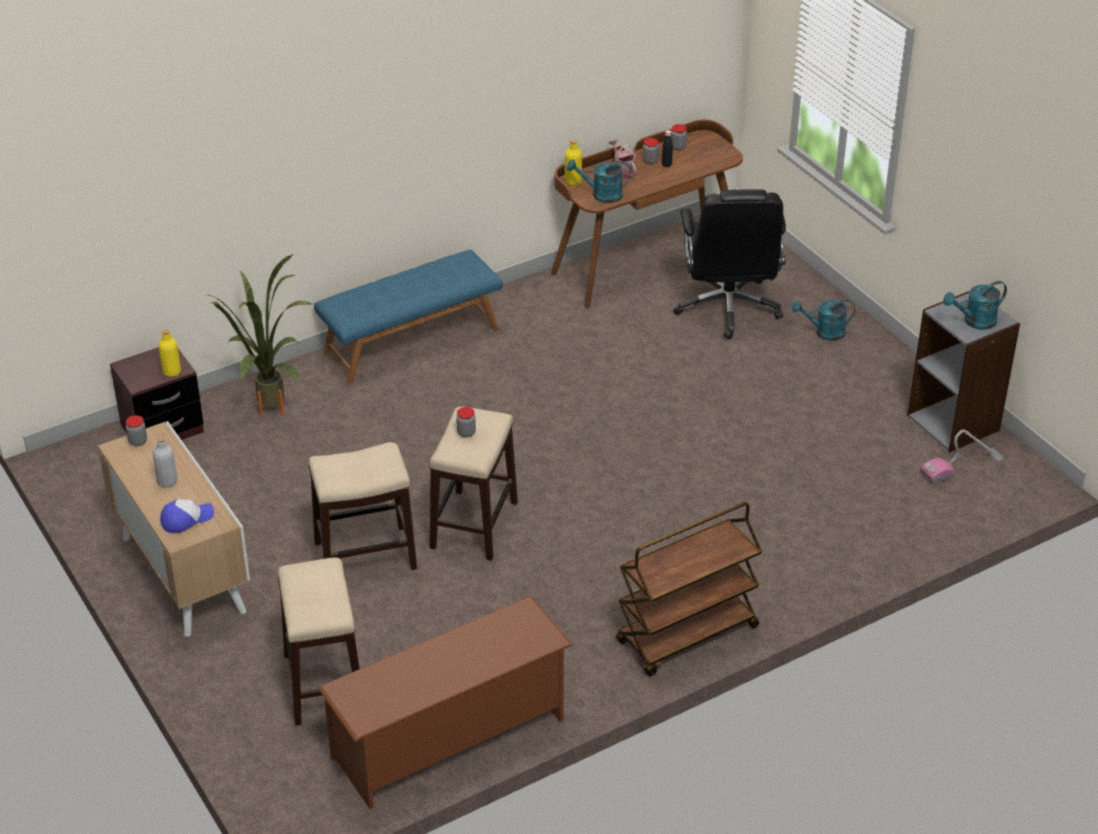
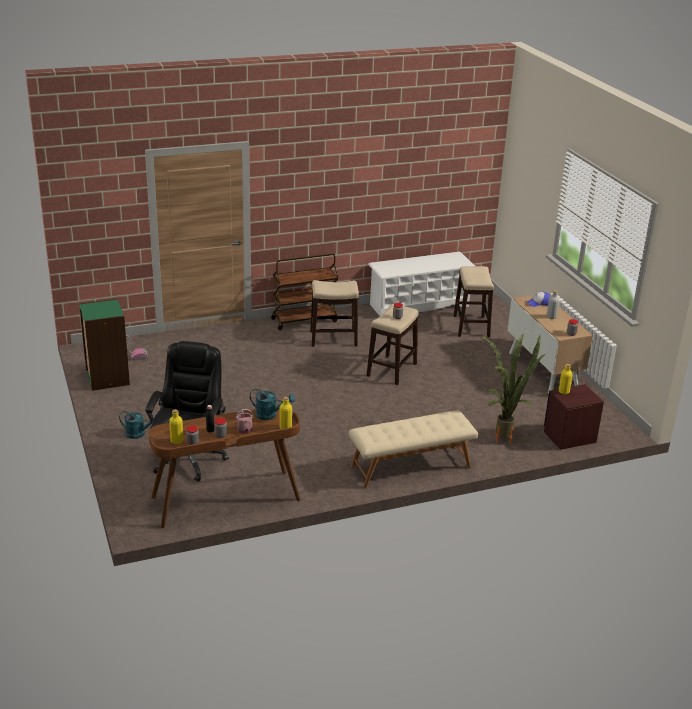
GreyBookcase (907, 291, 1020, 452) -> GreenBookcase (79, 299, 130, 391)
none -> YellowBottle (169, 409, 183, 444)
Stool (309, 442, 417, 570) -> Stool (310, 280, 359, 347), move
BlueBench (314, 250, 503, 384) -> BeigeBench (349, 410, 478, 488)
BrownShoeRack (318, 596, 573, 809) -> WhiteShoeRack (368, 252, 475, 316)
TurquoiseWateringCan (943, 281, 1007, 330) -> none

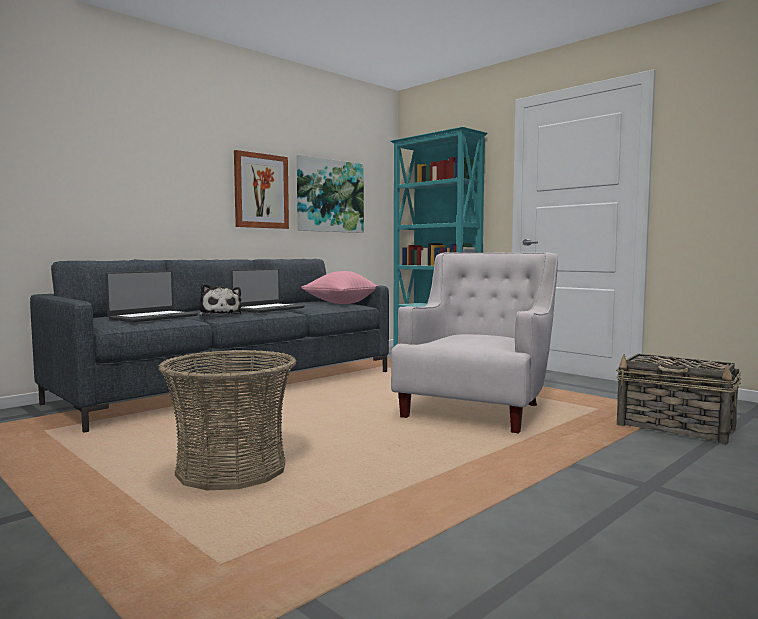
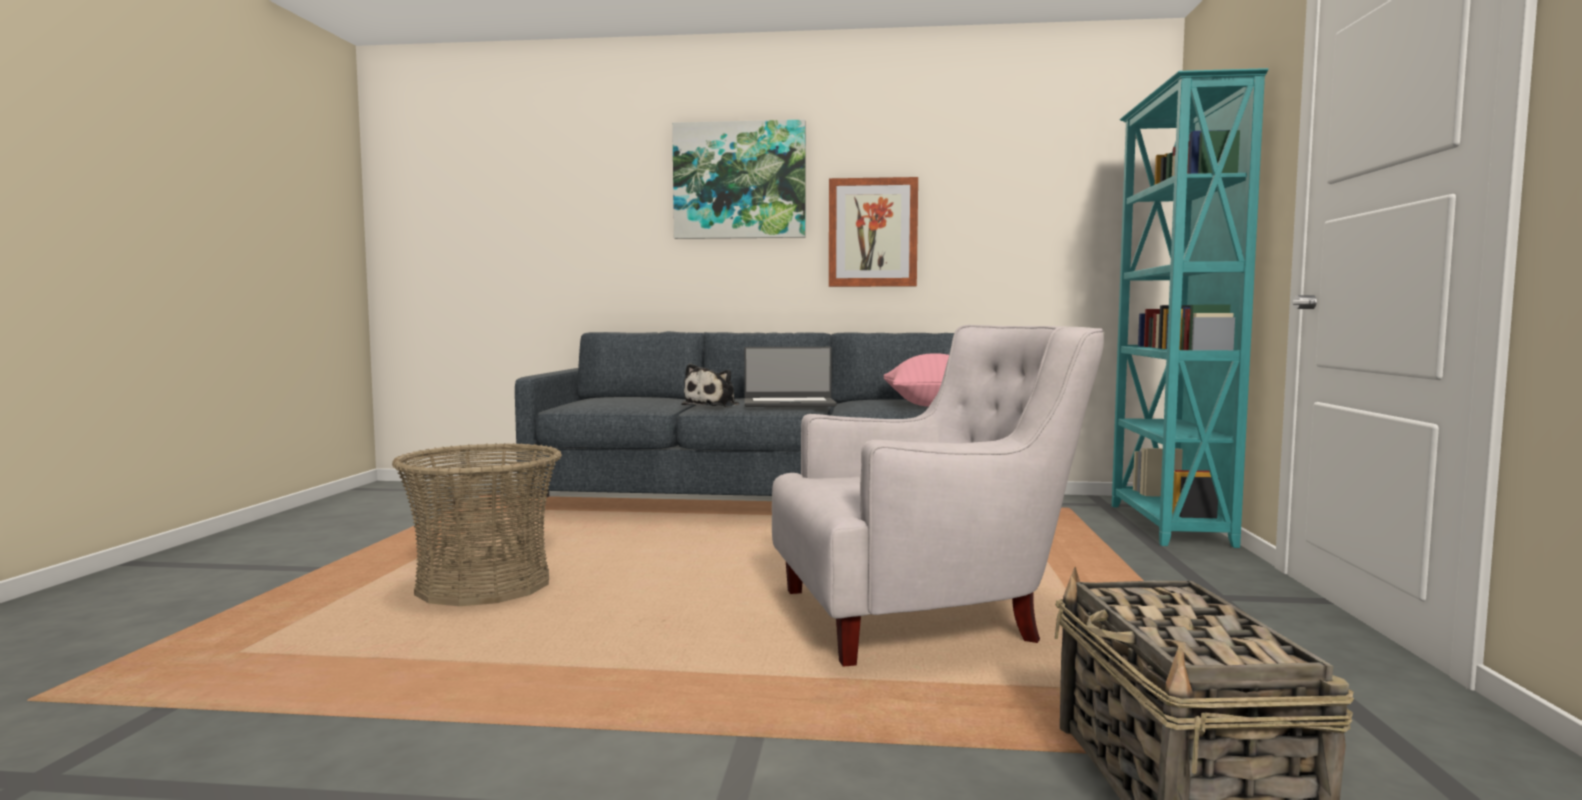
Picture (297, 155, 364, 233) -> Picture (672, 119, 806, 239), move
Laptop (105, 271, 198, 322) -> none

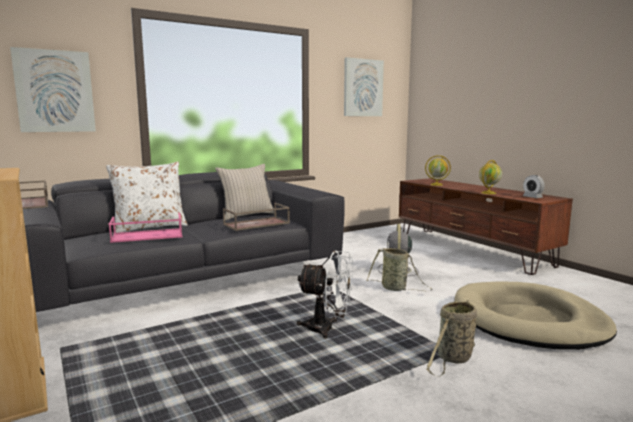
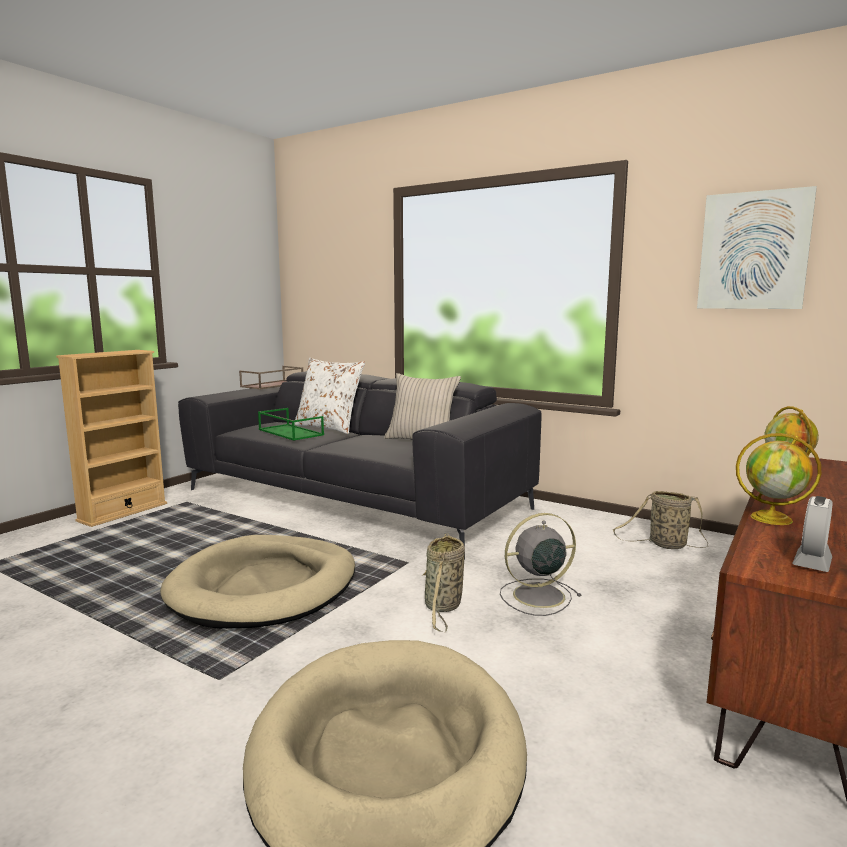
WhiteFan (297, 251, 354, 338) -> BeigeDogBed (160, 535, 355, 629)
PinkTray (108, 213, 182, 243) -> GreenTray (258, 408, 324, 440)
Basket (427, 300, 477, 377) -> Basket (613, 491, 708, 549), move
Picture (10, 47, 96, 132) -> none
BrownTray (223, 203, 290, 231) -> none

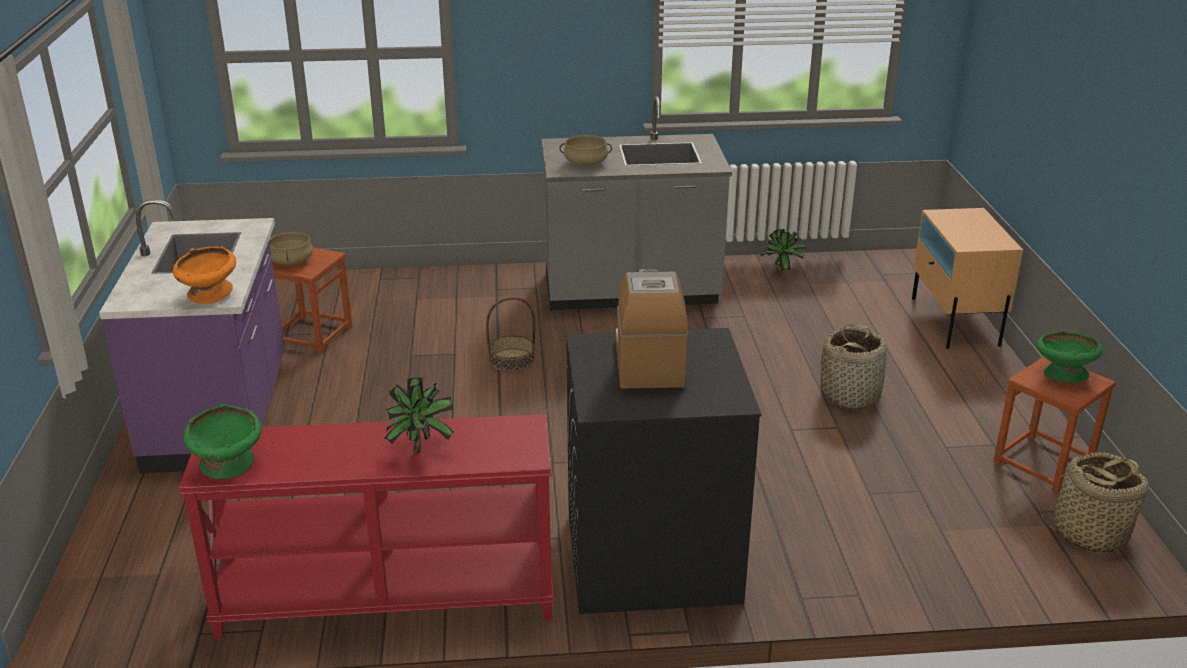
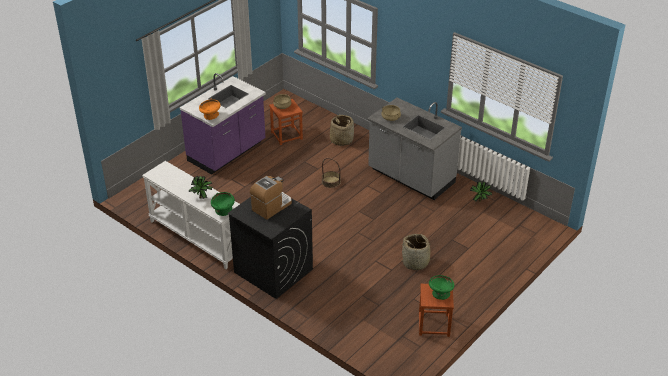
RedConsoleTable (179, 414, 554, 640) -> WhiteConsoleTable (142, 161, 240, 269)
GreenBowl (184, 404, 262, 479) -> GreenBowl (211, 192, 235, 216), move
Basket (1039, 452, 1149, 553) -> Basket (330, 115, 354, 146), move
BeigeNightstand (912, 208, 1023, 349) -> none

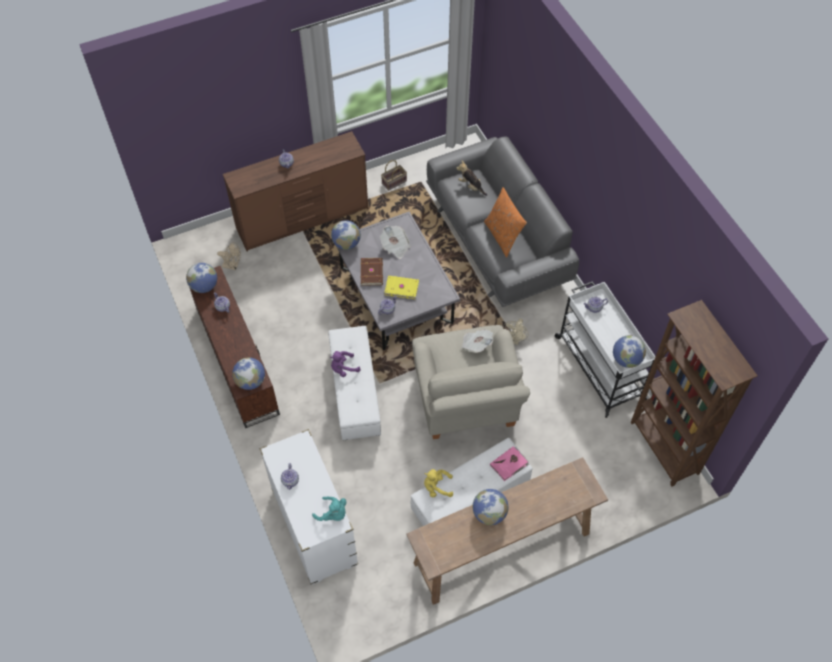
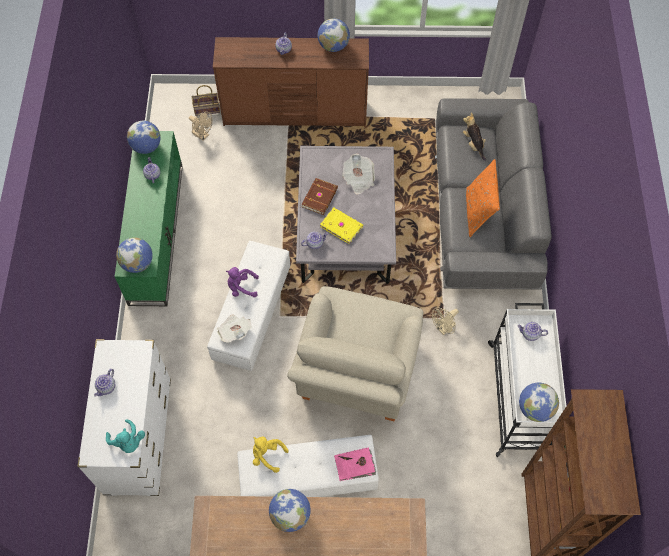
BrownTvStand (189, 266, 280, 428) -> GreenTvStand (115, 131, 183, 306)
Basket (381, 160, 407, 191) -> Basket (192, 85, 220, 116), move
Newspaper (461, 329, 493, 353) -> Newspaper (217, 314, 252, 343), move
Globe (331, 220, 361, 250) -> Globe (318, 18, 350, 52), move

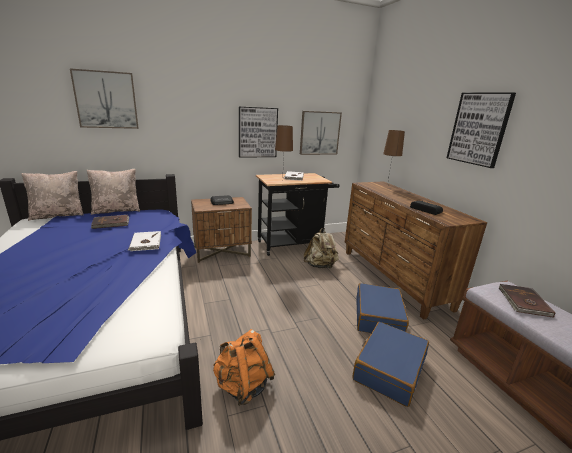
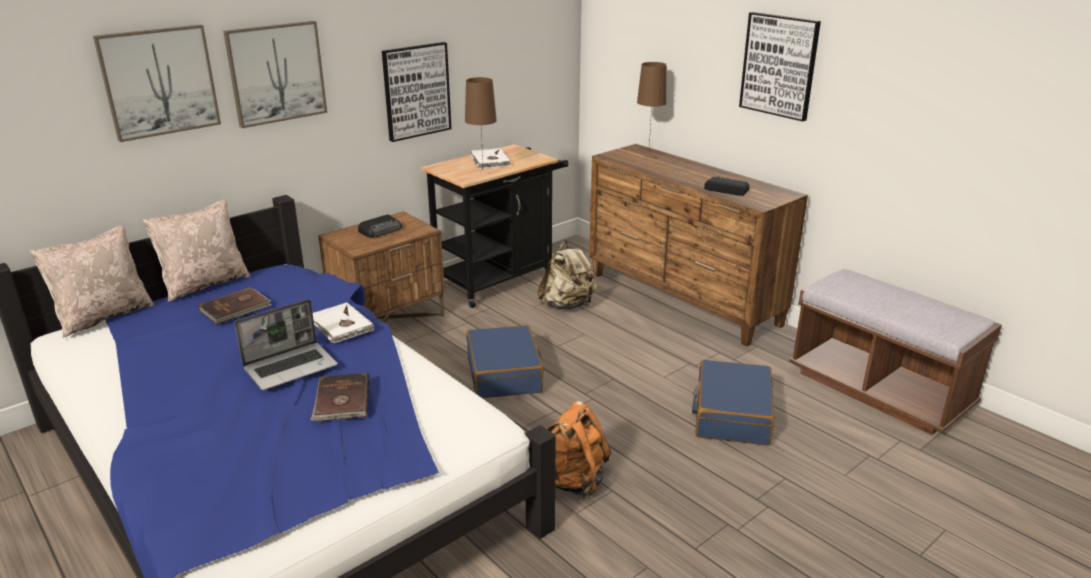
Picture (300, 111, 342, 155) -> Picture (223, 21, 327, 128), move
none -> Laptop (235, 299, 338, 390)
BrownBook (498, 284, 555, 318) -> BrownBook (311, 372, 370, 422), move
BlueSuitcase (356, 283, 409, 333) -> BlueSuitcase (466, 325, 544, 398), move

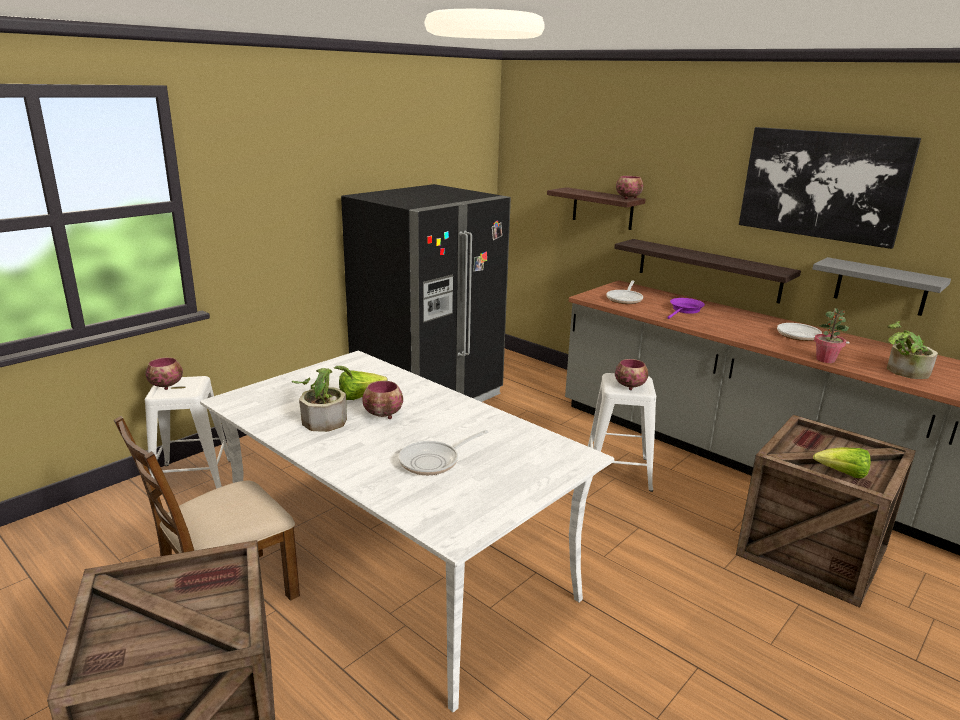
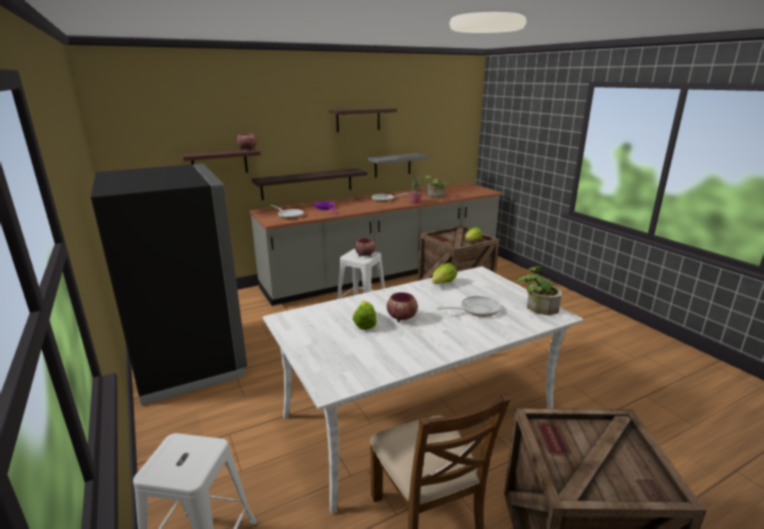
Picture (739, 127, 921, 249) -> Shelf (328, 108, 397, 132)
none -> Lettuce (432, 263, 457, 284)
FryingPan (398, 430, 488, 475) -> FryingPan (436, 296, 501, 317), 90 degrees counterclockwise
PottedPlant (292, 366, 353, 432) -> PottedPlant (516, 266, 562, 315), move
Bowl (145, 357, 183, 390) -> none

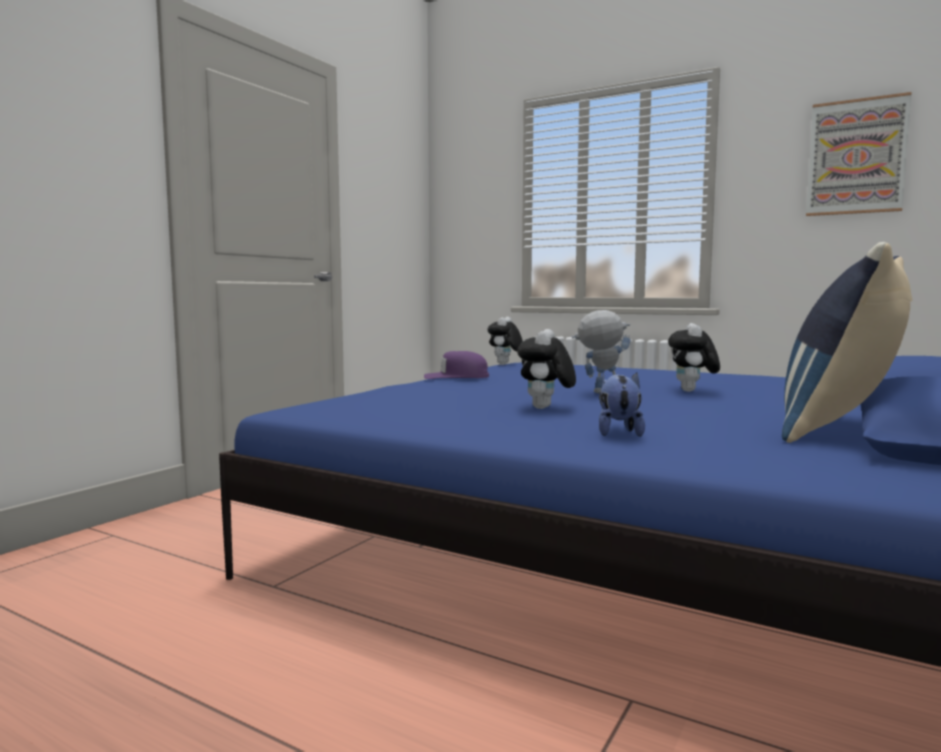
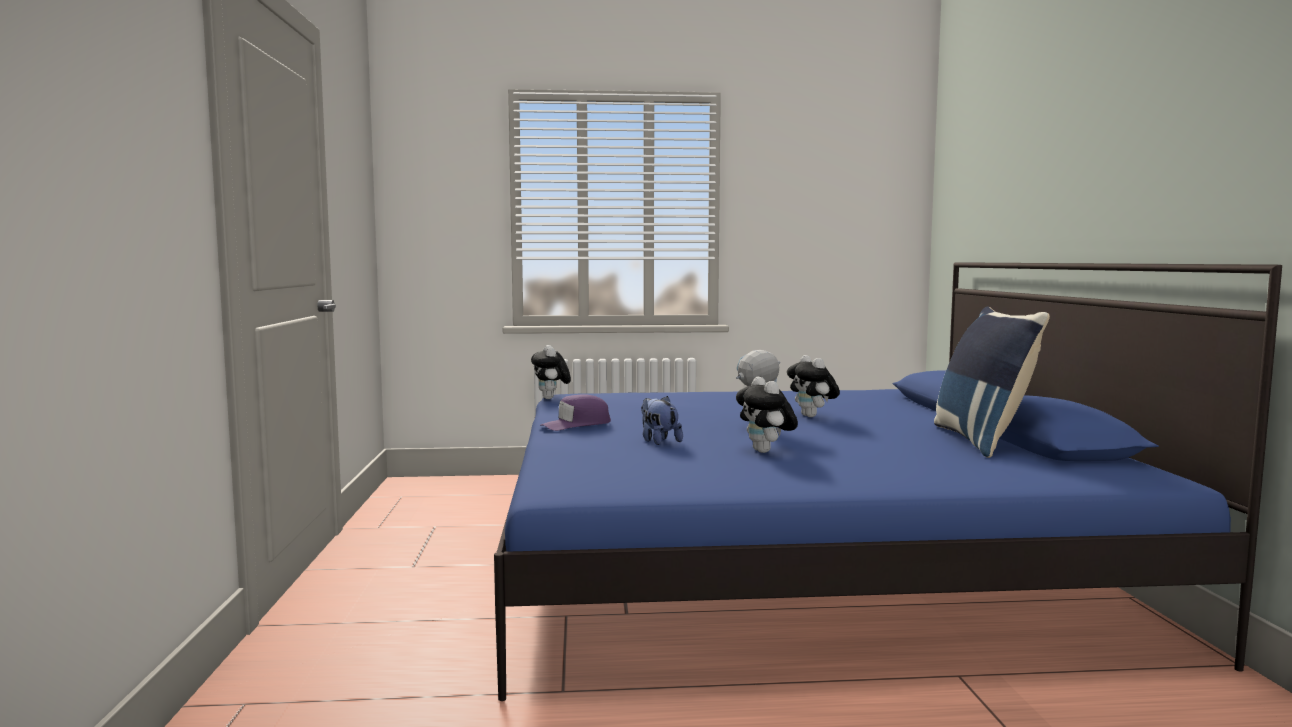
PlushToy (599, 373, 645, 437) -> PlushToy (641, 396, 683, 445), move
Picture (806, 92, 912, 216) -> none

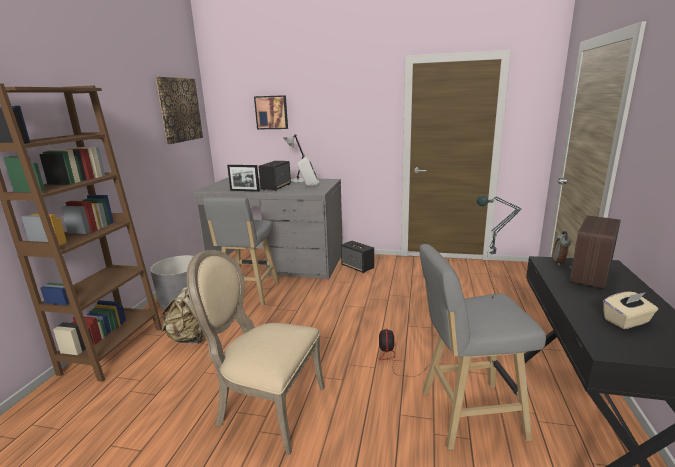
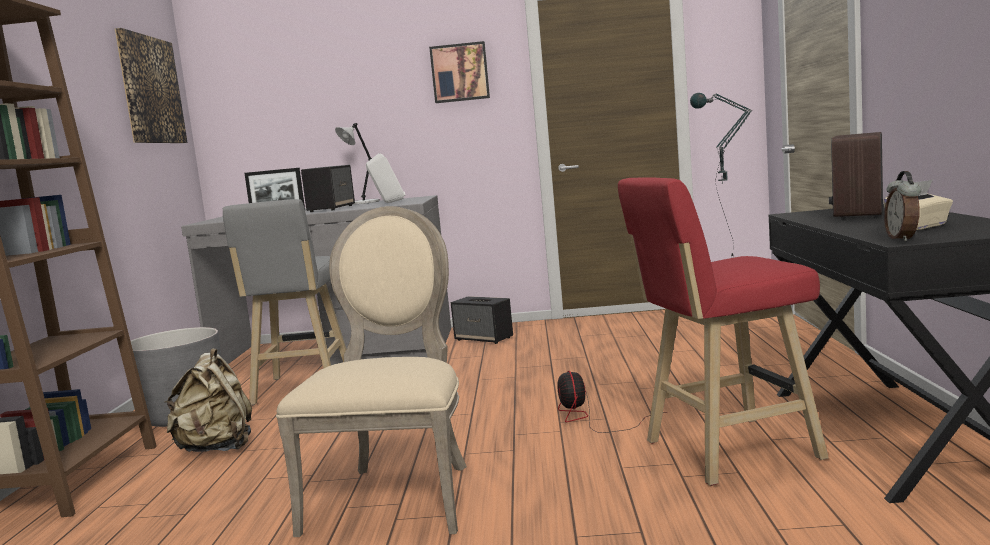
BeigeChair (187, 250, 325, 455) -> BeigeChair (276, 206, 467, 537), 90 degrees clockwise
Picture (254, 95, 288, 130) -> Picture (429, 41, 490, 103), move
GreyStool (419, 244, 546, 450) -> RedStool (618, 177, 829, 486)
AlarmClock (553, 231, 571, 266) -> AlarmClock (884, 171, 921, 241), move

